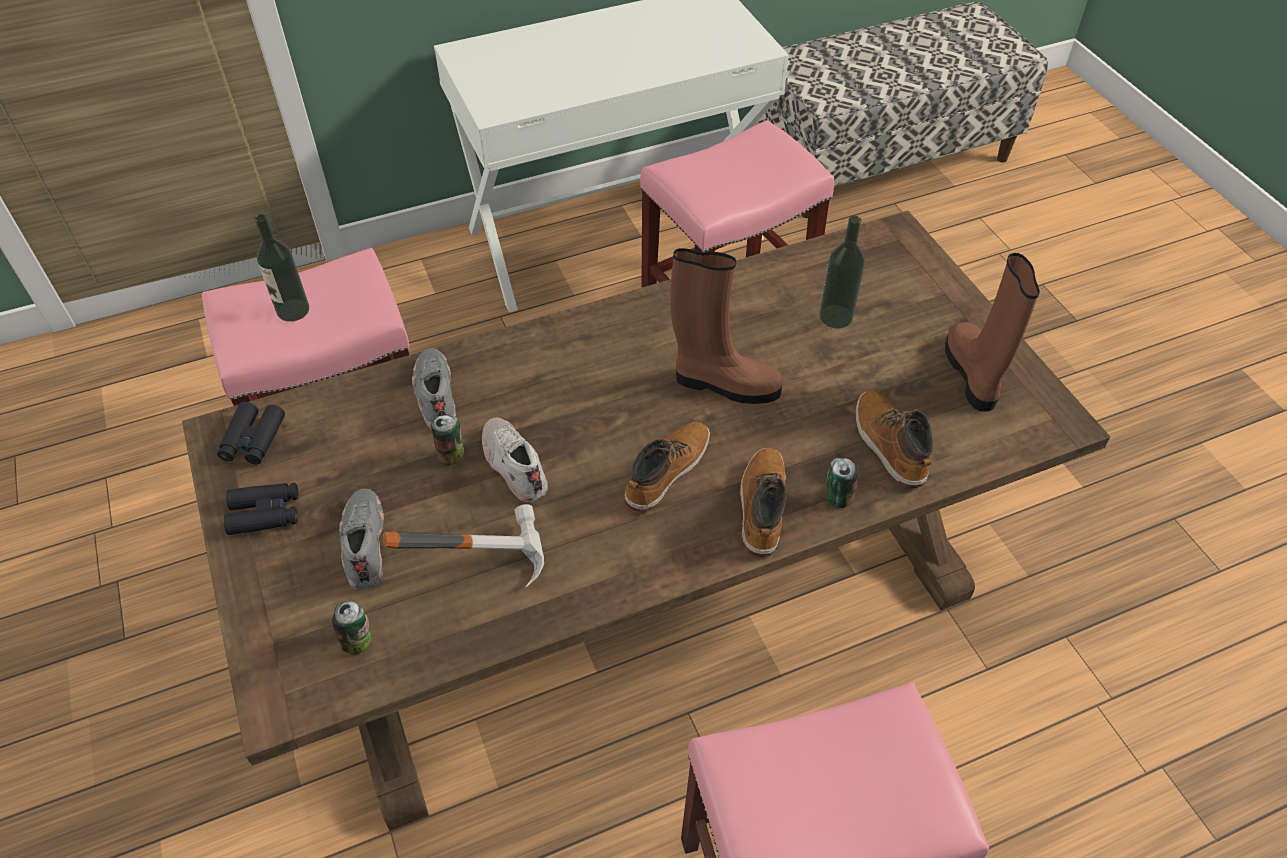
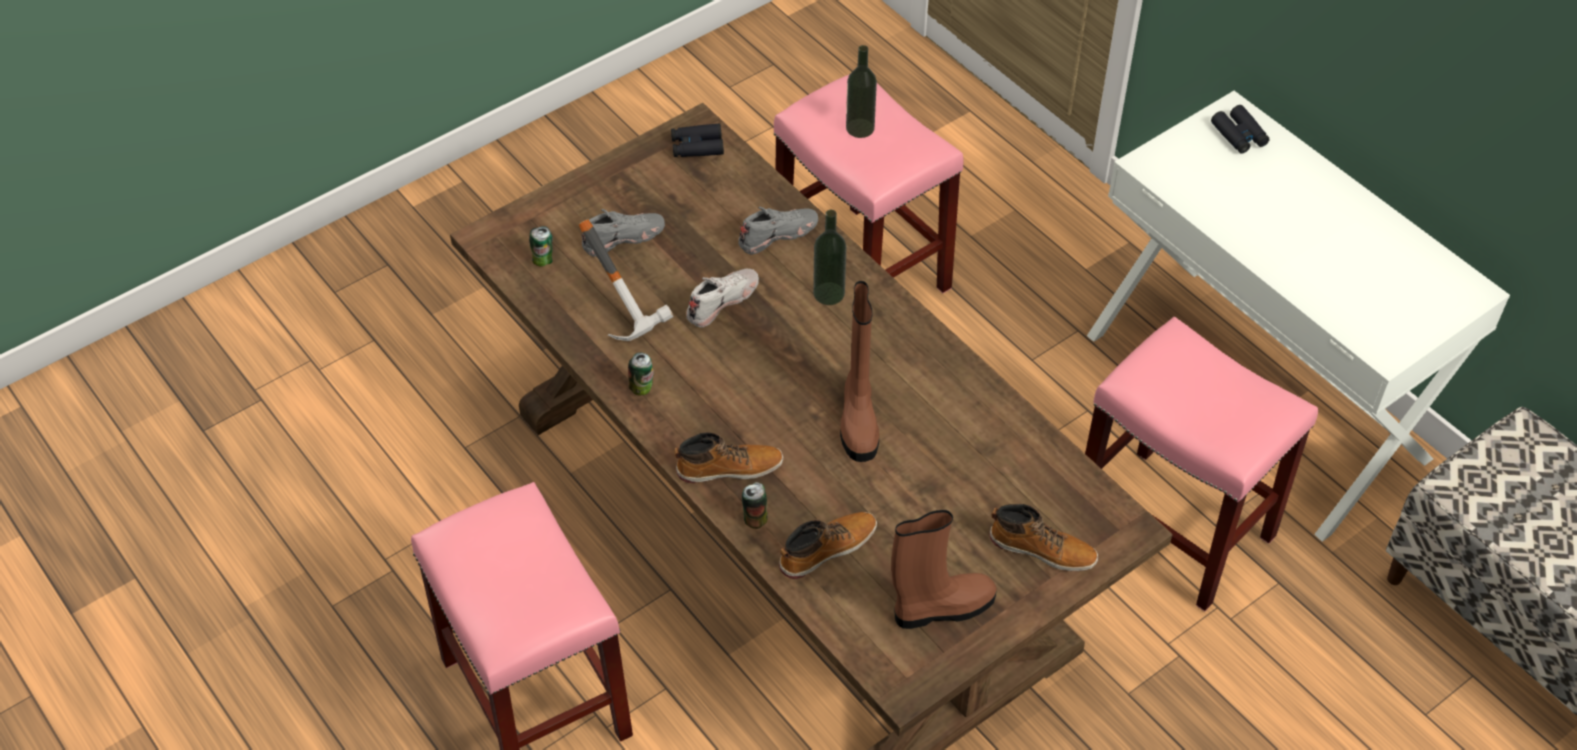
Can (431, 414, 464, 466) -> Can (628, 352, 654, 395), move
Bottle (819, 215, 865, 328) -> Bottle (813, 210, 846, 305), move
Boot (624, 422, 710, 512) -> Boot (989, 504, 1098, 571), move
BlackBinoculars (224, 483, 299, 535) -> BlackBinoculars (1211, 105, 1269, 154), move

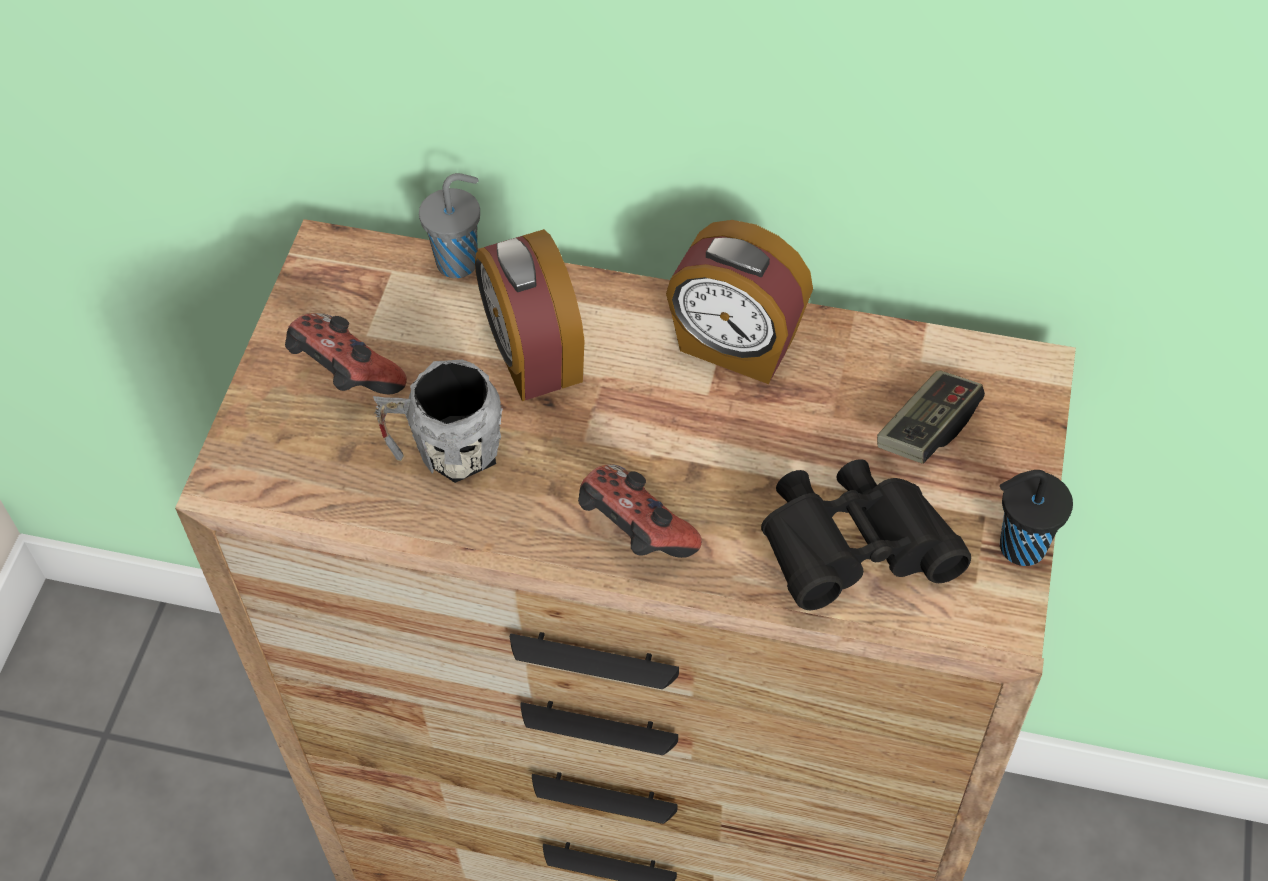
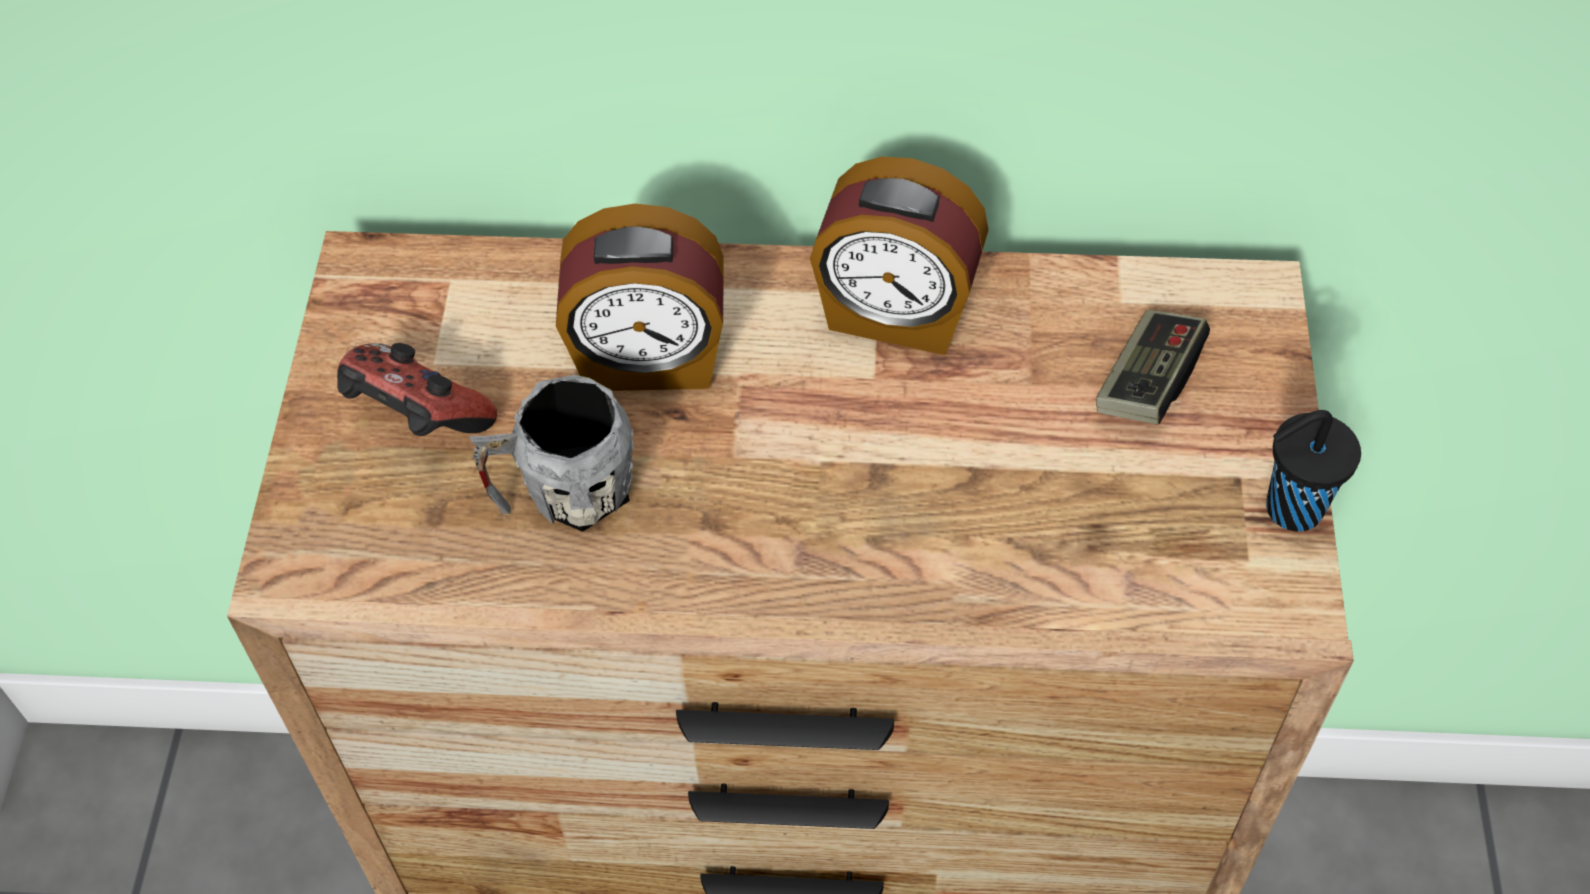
AlarmClock (475, 229, 585, 401) -> AlarmClock (556, 204, 724, 391), 60 degrees counterclockwise
GreyCup (419, 173, 480, 278) -> none
GameController (578, 464, 702, 558) -> none
BlackBinoculars (761, 459, 971, 610) -> none

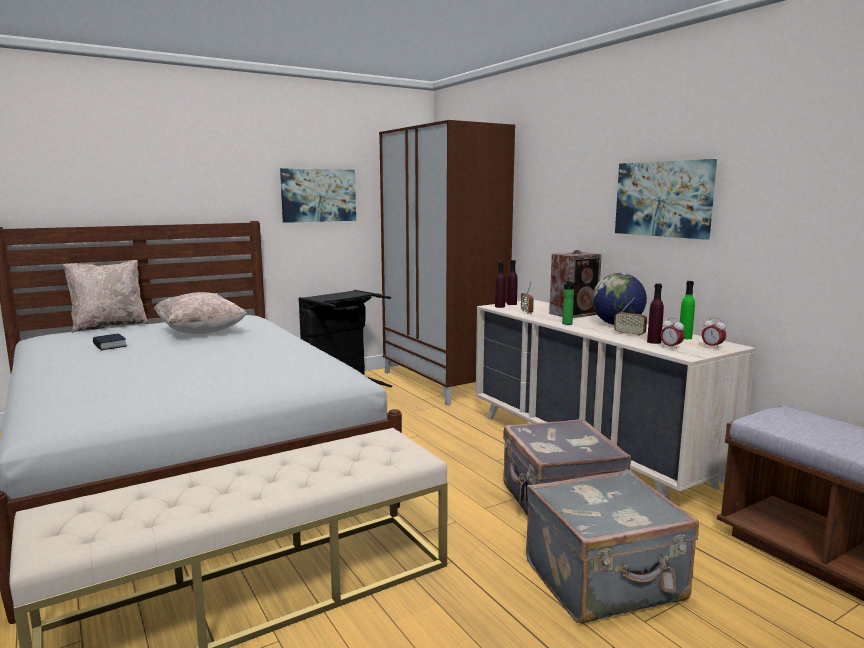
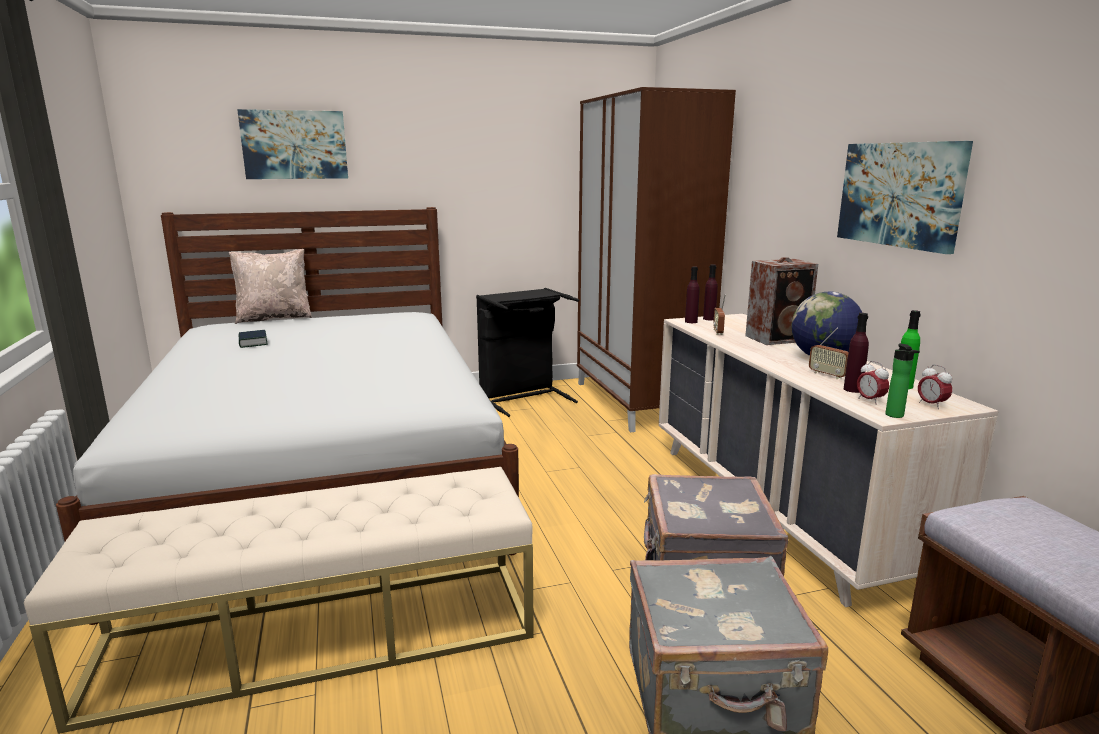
Picture (280, 168, 356, 223) -> Picture (237, 109, 348, 179), move
Bottle (562, 281, 577, 325) -> Bottle (885, 343, 920, 418), move
BeigePillow (154, 292, 247, 334) -> none

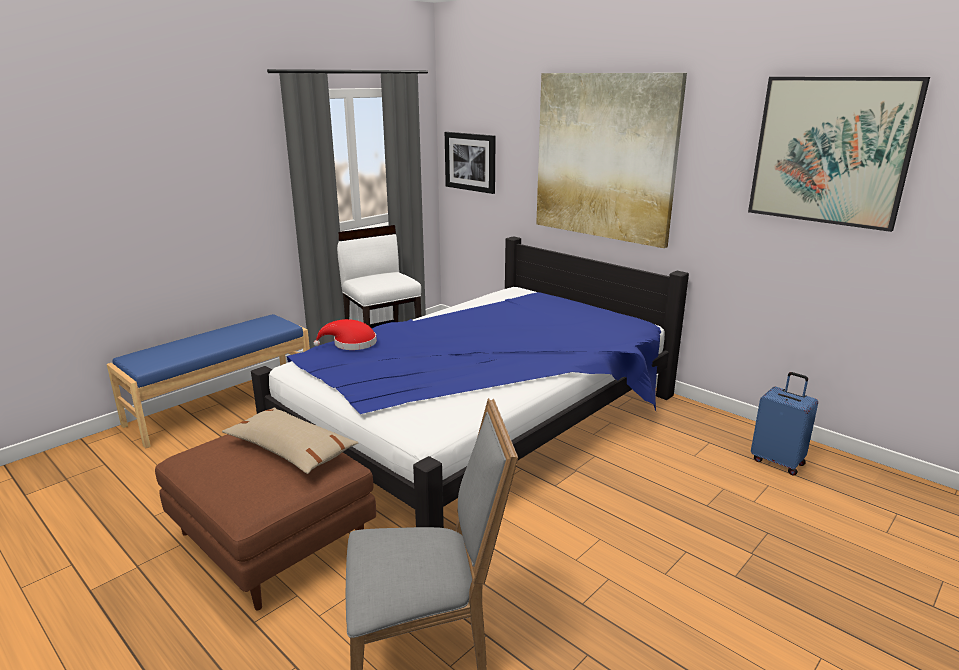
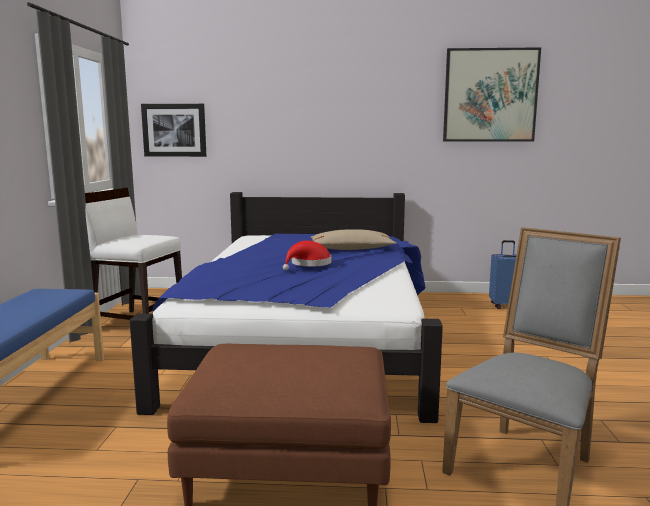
RedHat (314, 319, 377, 350) -> RedHat (283, 241, 331, 270), move
BeigePillow (222, 407, 358, 474) -> BeigePillow (311, 229, 397, 250), move
Picture (536, 73, 687, 248) -> none

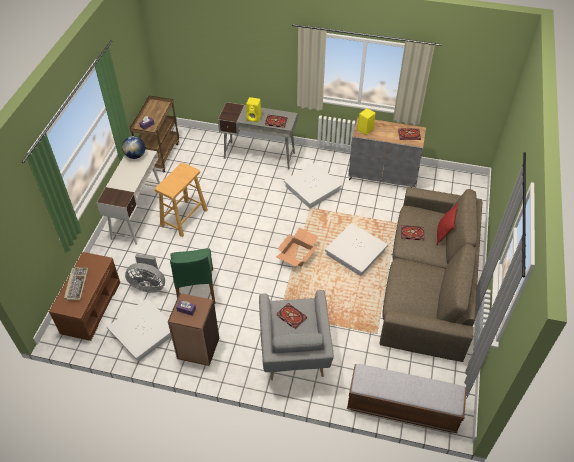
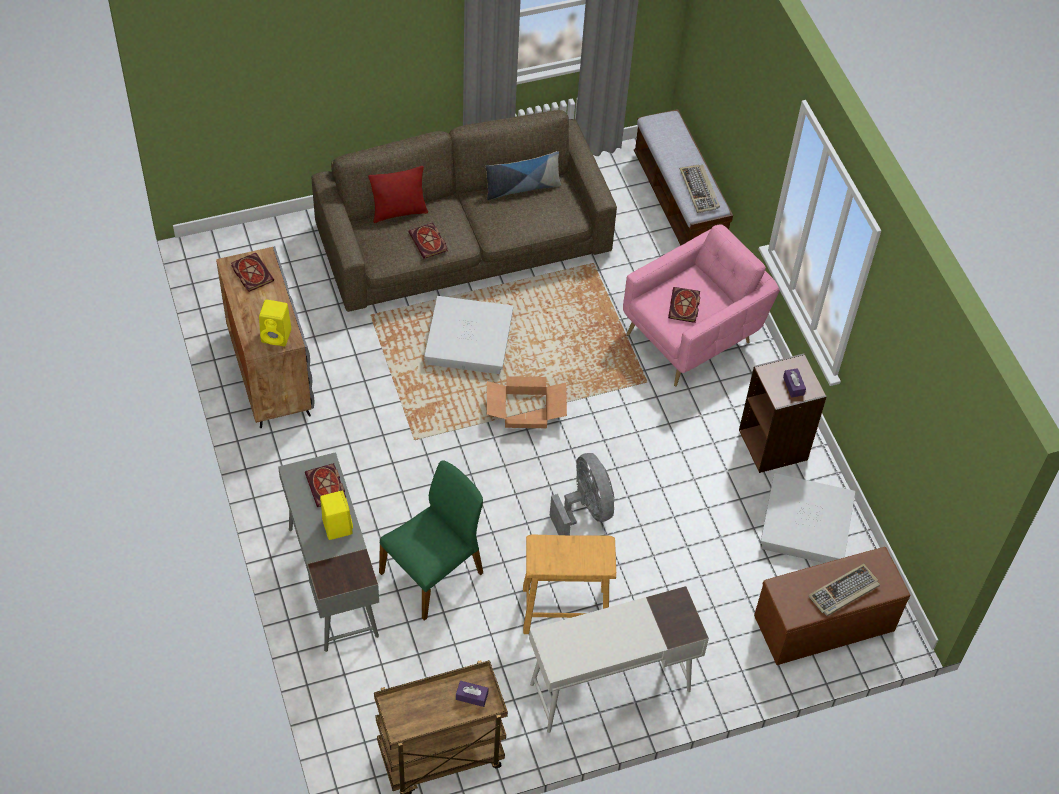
GreenChair (170, 248, 215, 304) -> GreenChair (379, 461, 483, 621), move
none -> Pillow (485, 151, 561, 200)
GreyFan (125, 254, 165, 293) -> GreyFan (550, 453, 614, 535), move
GreyArmchair (259, 290, 334, 380) -> PinkArmchair (623, 225, 780, 386)
none -> Keyboard (680, 165, 720, 213)
Globe (122, 136, 145, 159) -> none
WhiteStorageBox (284, 163, 342, 208) -> none

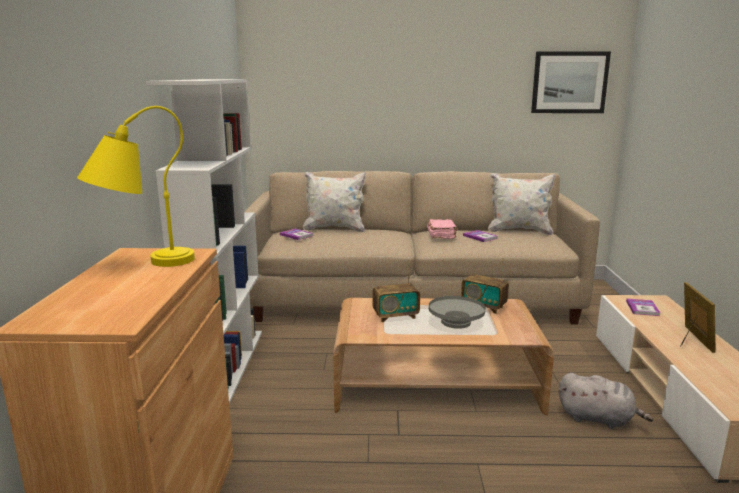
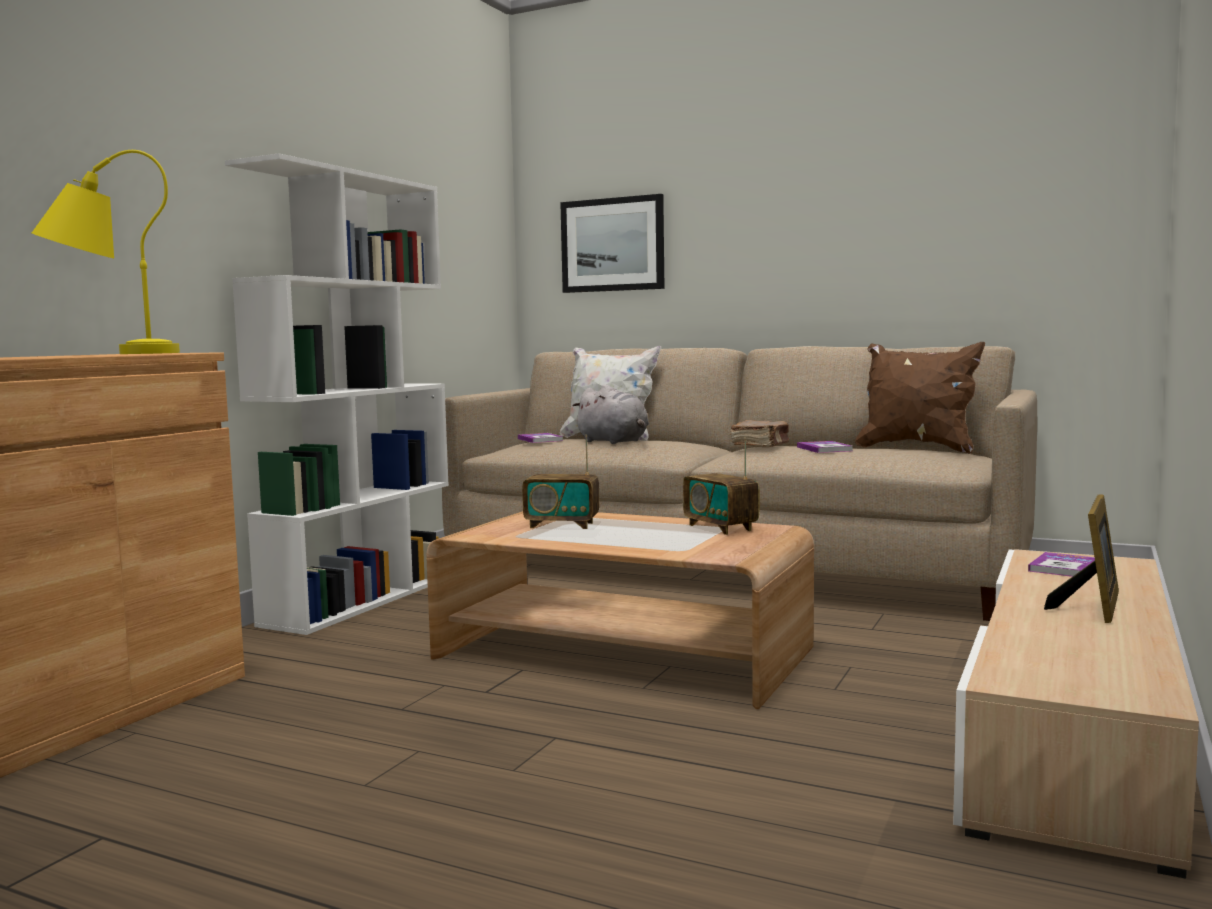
Picture (531, 52, 611, 113) -> Picture (560, 194, 664, 293), move
GreyPlushToy (559, 373, 653, 429) -> GreyPlushToy (572, 385, 649, 444), move
PinkBook (427, 219, 458, 239) -> BrownBook (730, 420, 789, 447)
WhitePillow (488, 173, 555, 235) -> BrownPillow (855, 342, 985, 454)
GreyBowl (429, 296, 486, 329) -> none

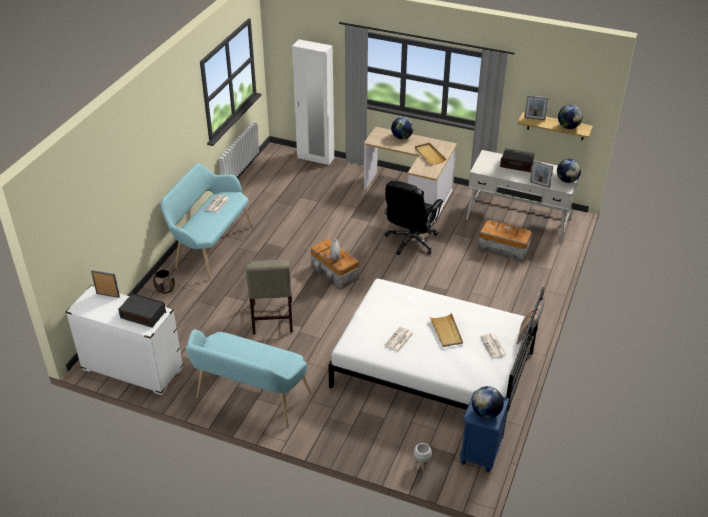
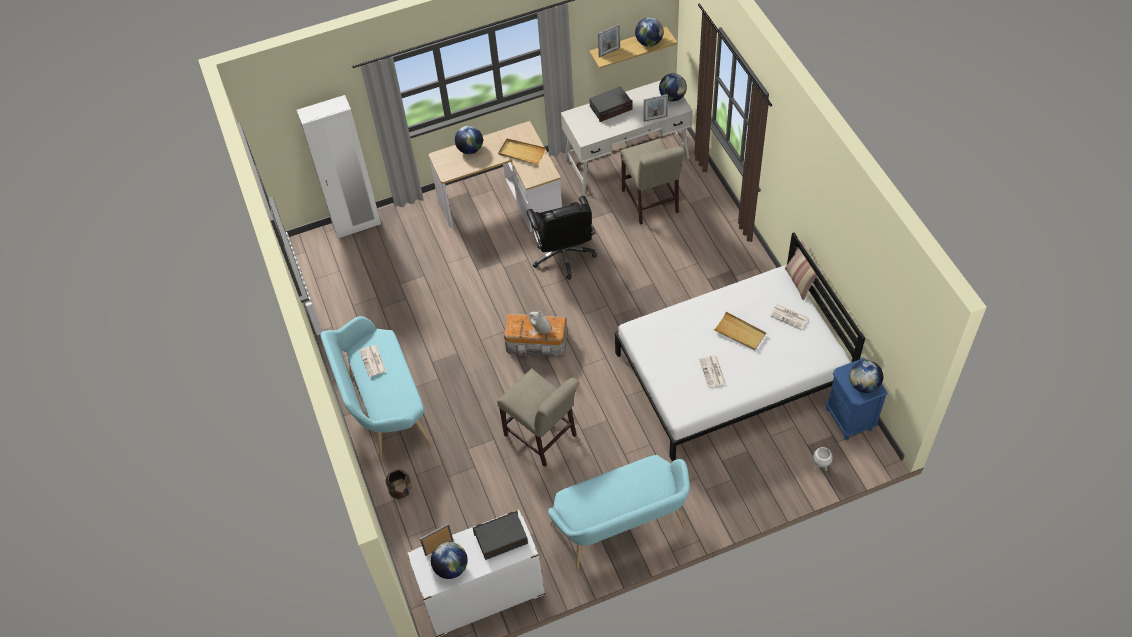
none -> Globe (431, 542, 468, 579)
StorageBox (478, 220, 532, 262) -> BeigeChair (620, 138, 685, 225)

